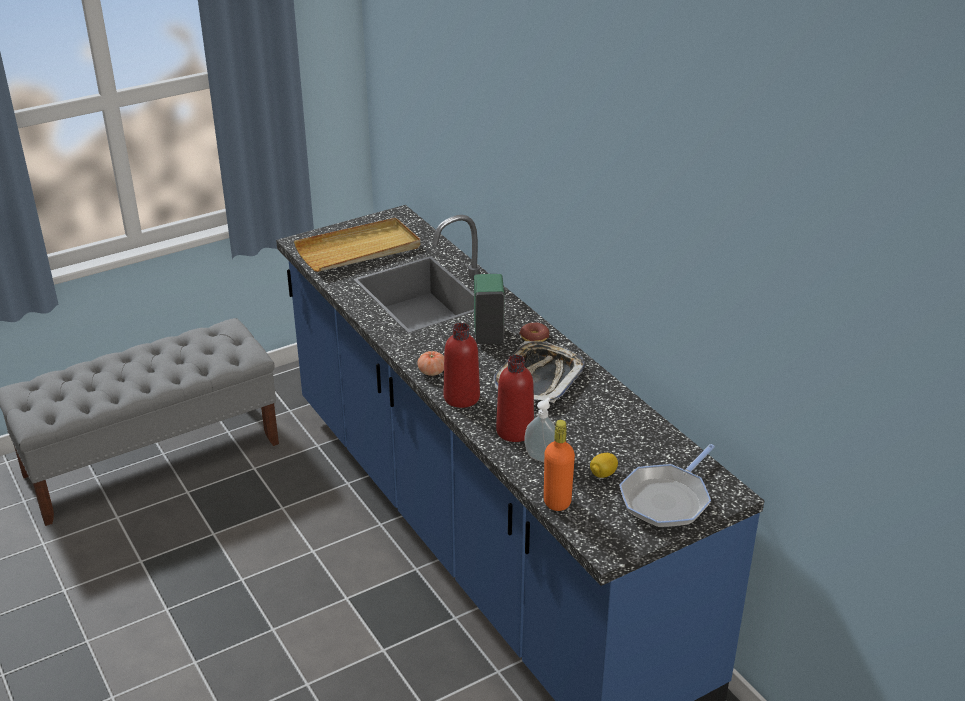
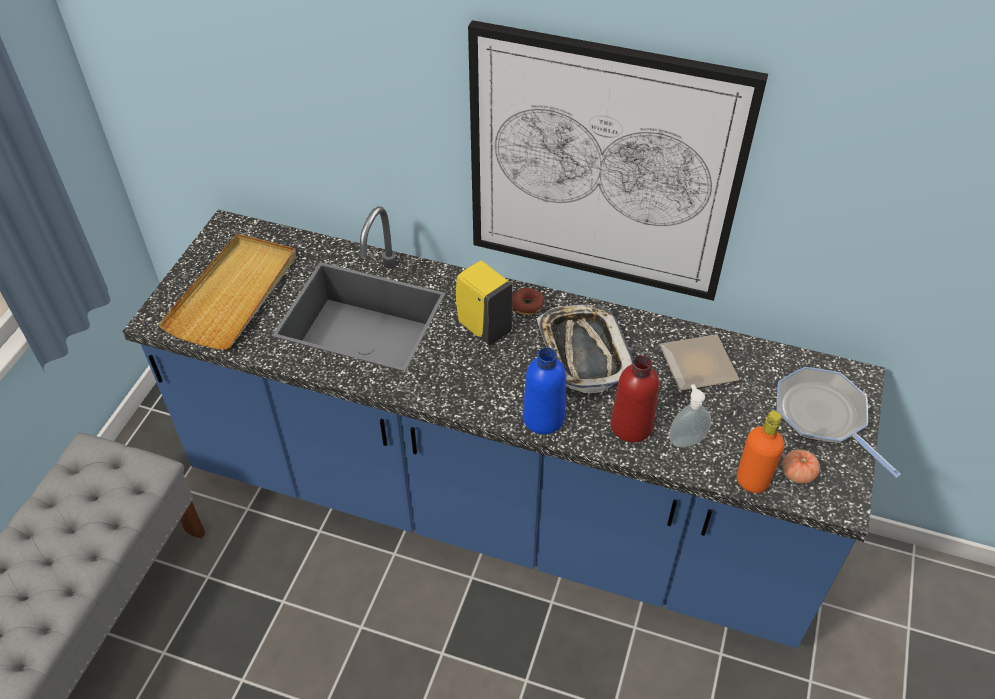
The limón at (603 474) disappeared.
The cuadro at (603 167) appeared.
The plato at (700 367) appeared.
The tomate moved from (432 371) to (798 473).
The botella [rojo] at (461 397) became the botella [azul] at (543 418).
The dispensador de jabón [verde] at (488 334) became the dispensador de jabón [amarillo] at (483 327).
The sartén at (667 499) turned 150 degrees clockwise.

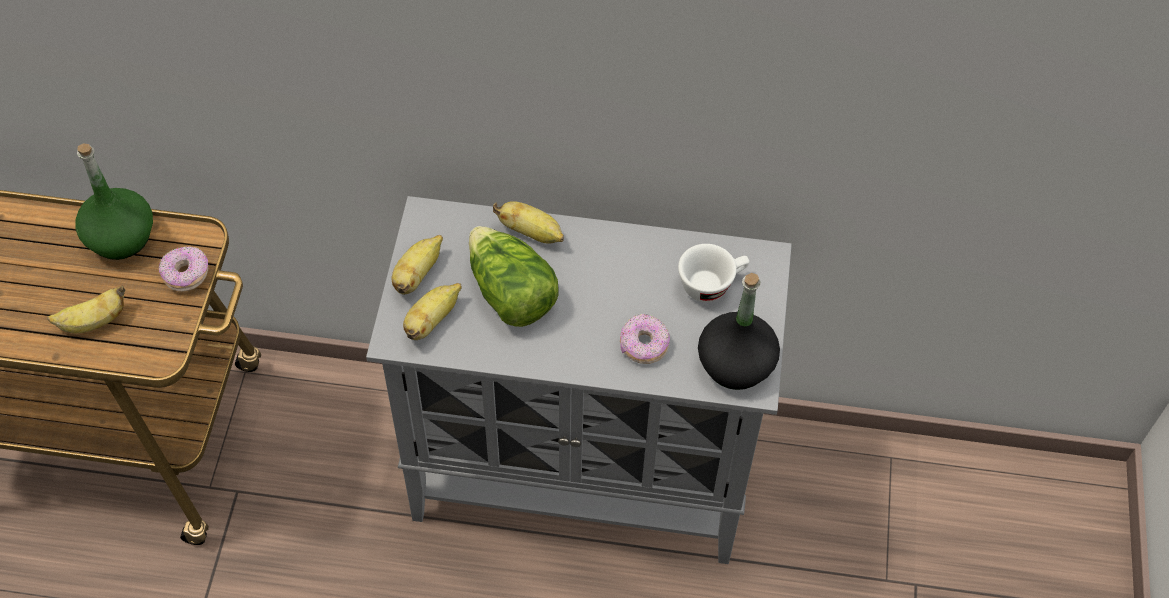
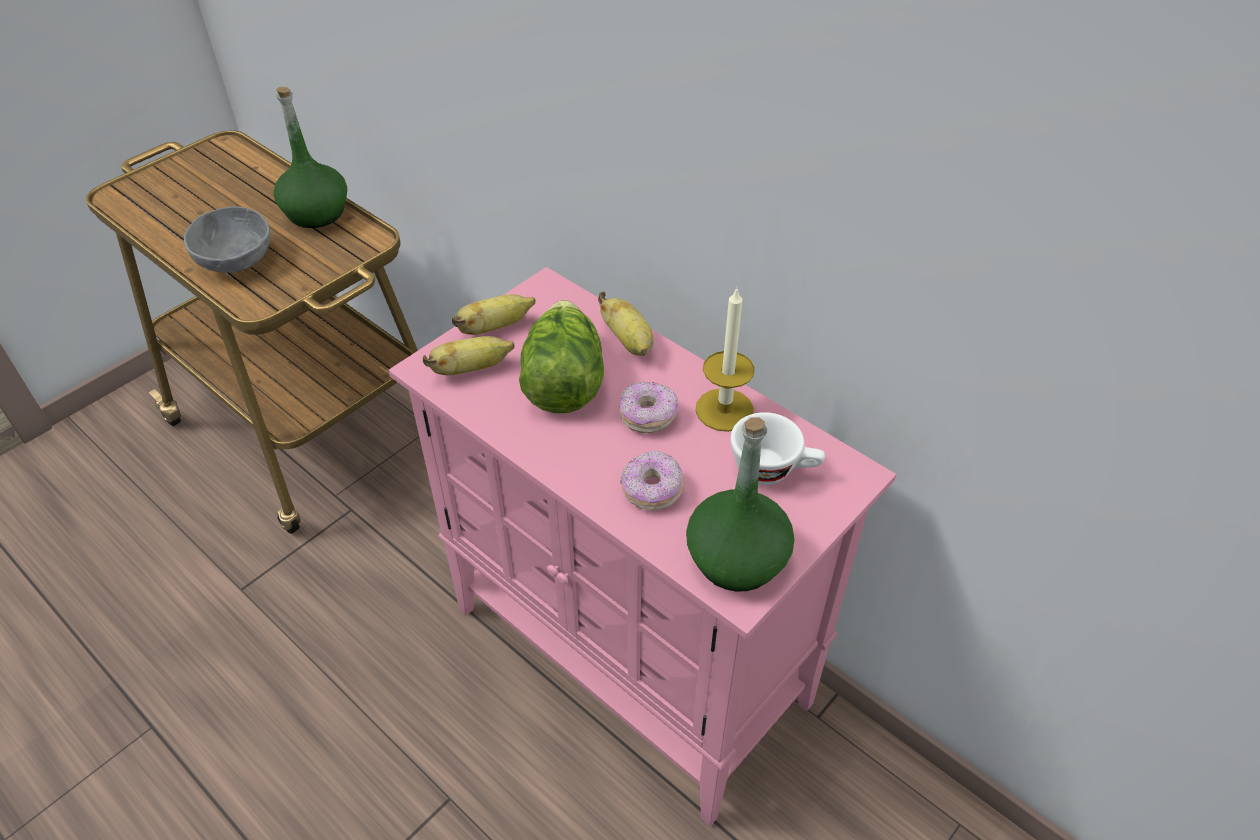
The vela at (724 410) appeared.
The rosquilla moved from (186 275) to (648 416).
The plátano at (93 322) was replaced by the cuenco [gris] at (238 260).
The armario [gris] at (583 474) became the armario [rosa] at (633 657).
The botella [negro] at (735 364) became the botella [verde] at (736 559).

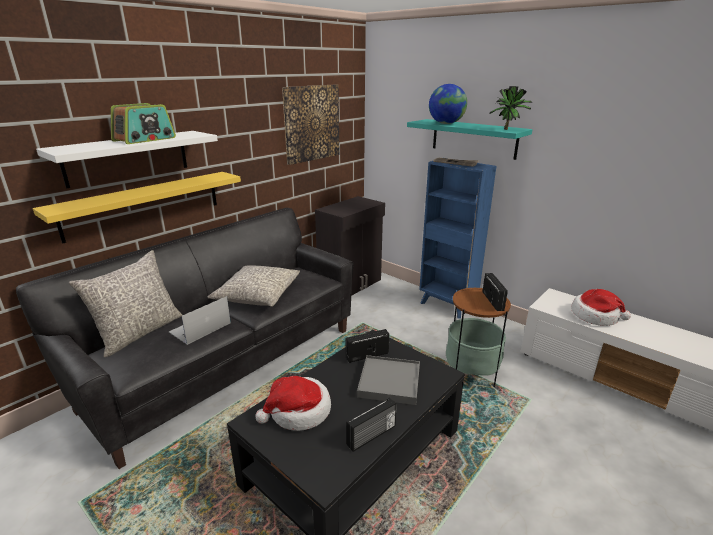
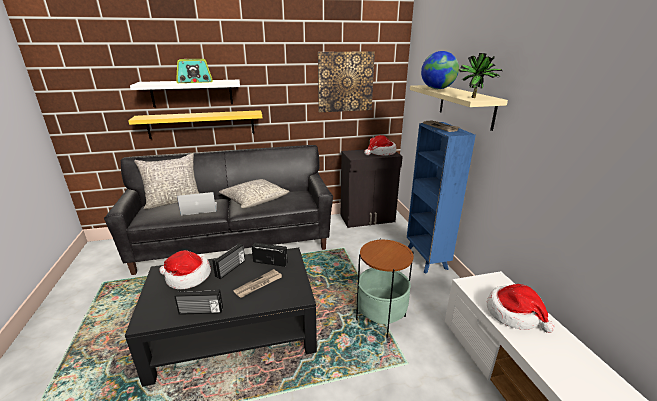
The sombrero at (381 153) appeared.
The radio moved from (493 301) to (231 269).
The bandeja [gris] at (389 382) was replaced by the periódico at (258 285).
The estante [turquesa] at (473 138) became the estante [beis] at (466 106).

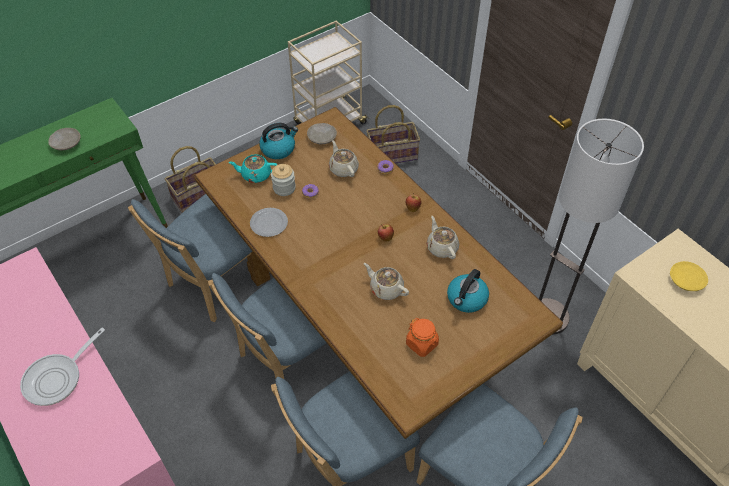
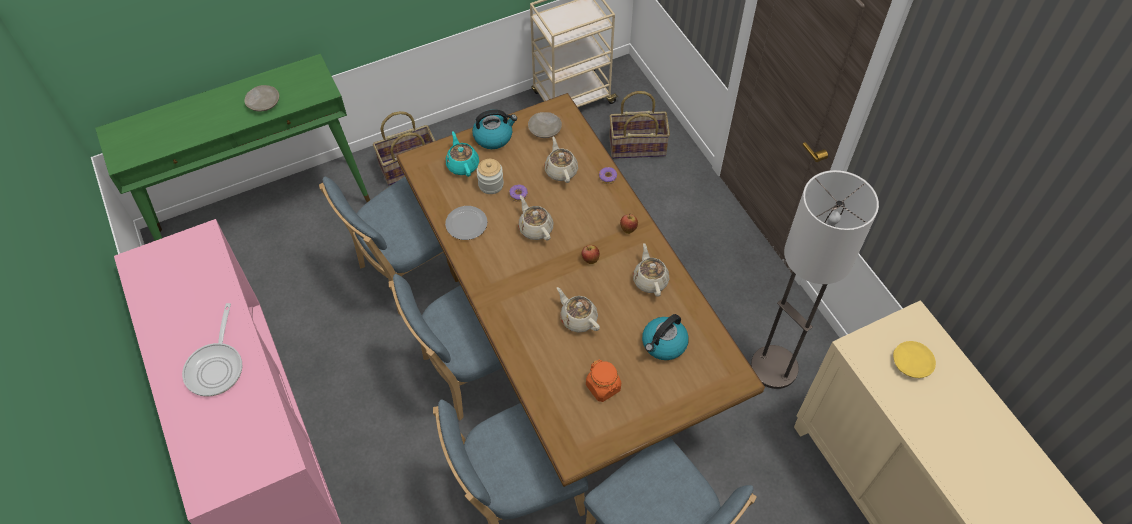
The tetera [beis] at (535 228) appeared.
The sartén at (57 378) turned 45 degrees counterclockwise.
The tetera [turquesa] at (255 175) turned 60 degrees clockwise.

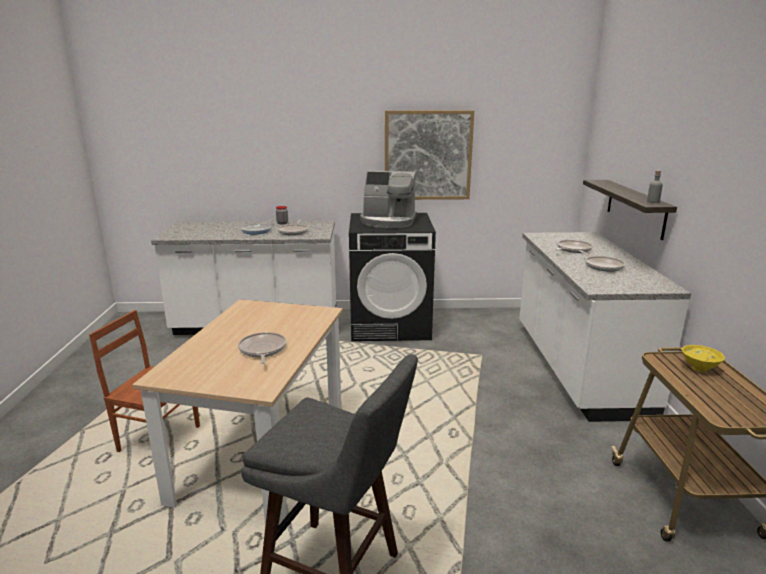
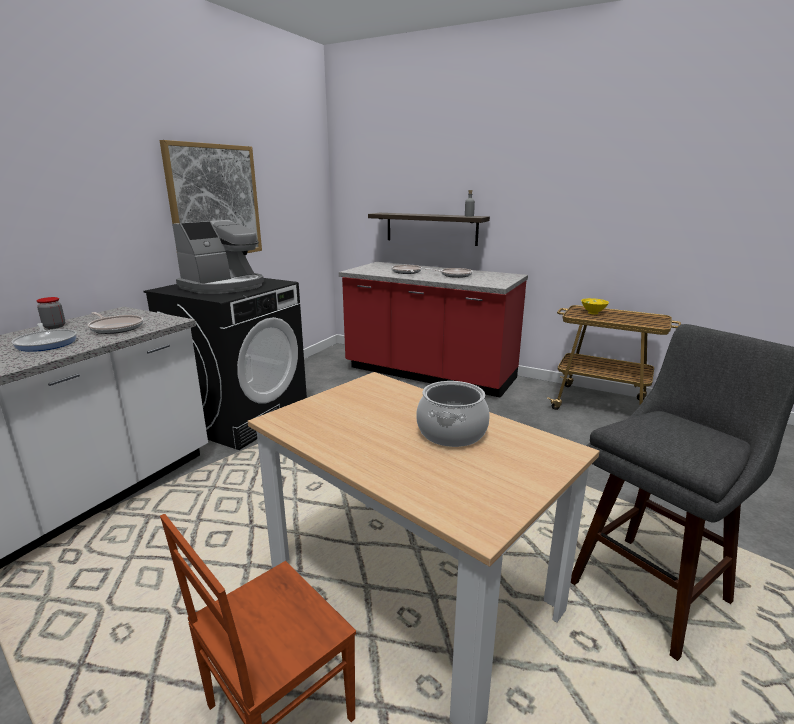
The sartén at (262 350) was replaced by the olla at (452 433).
The mueble bajo de cocina [blanco] at (577 368) became the mueble bajo de cocina [rojo] at (429 374).

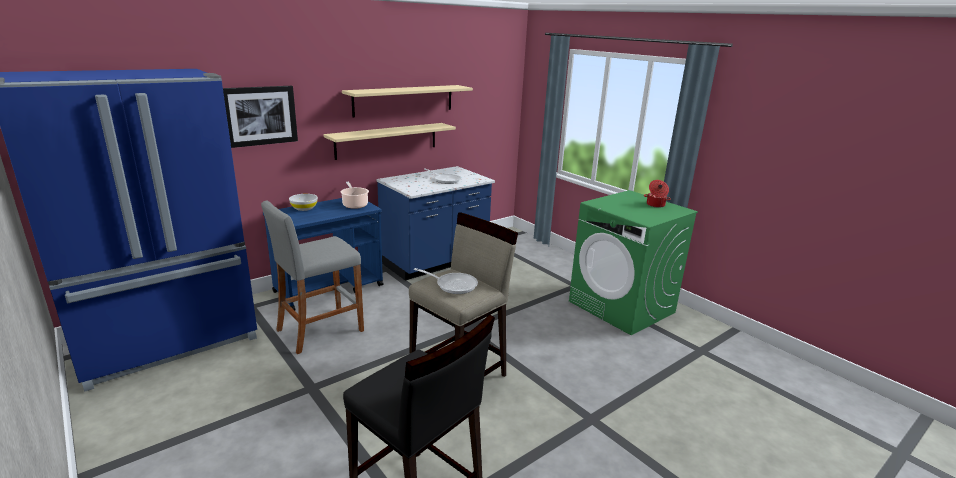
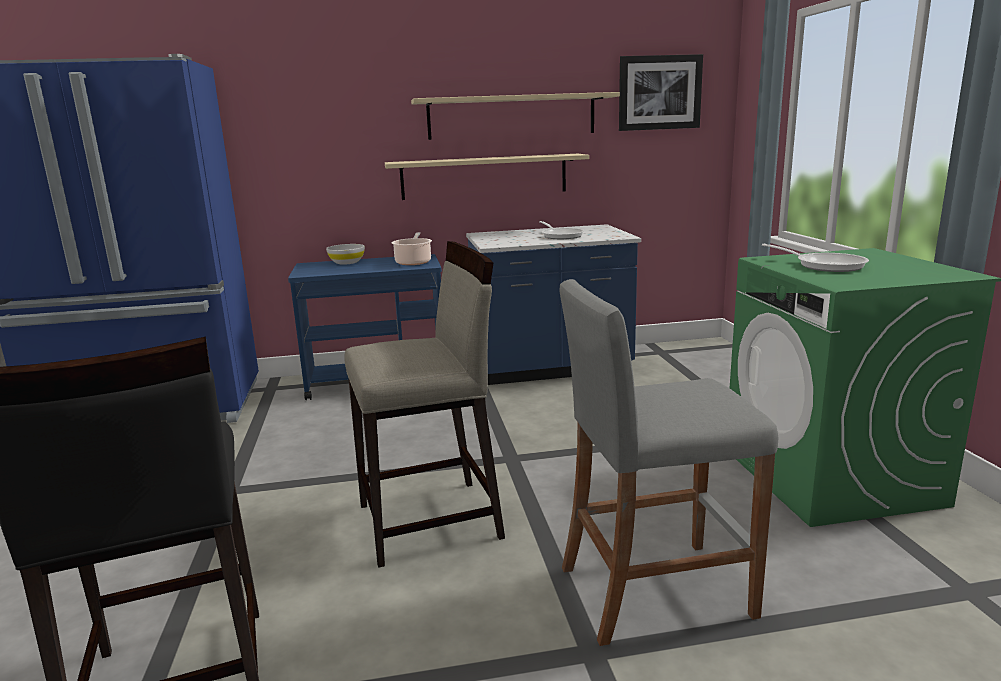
The olla at (655 205) disappeared.
The cuadro moved from (260 116) to (659 93).
The taburete [gris] moved from (319 330) to (653 591).
The sartén moved from (453 285) to (825 265).

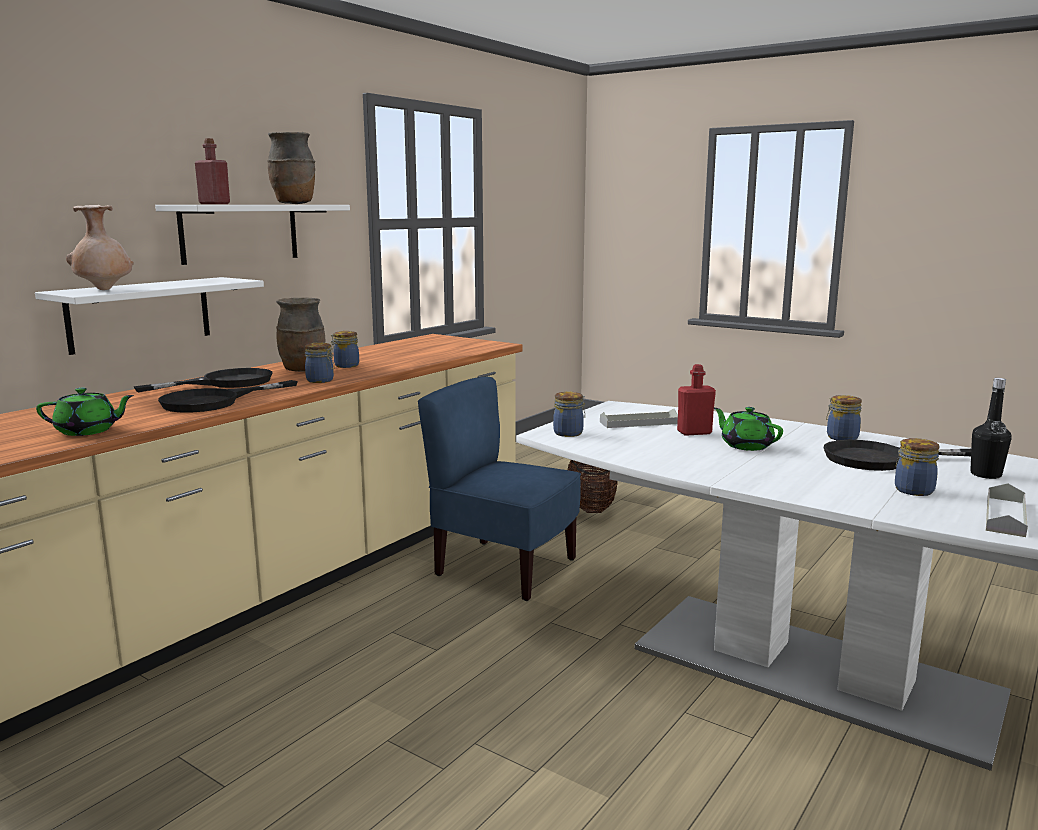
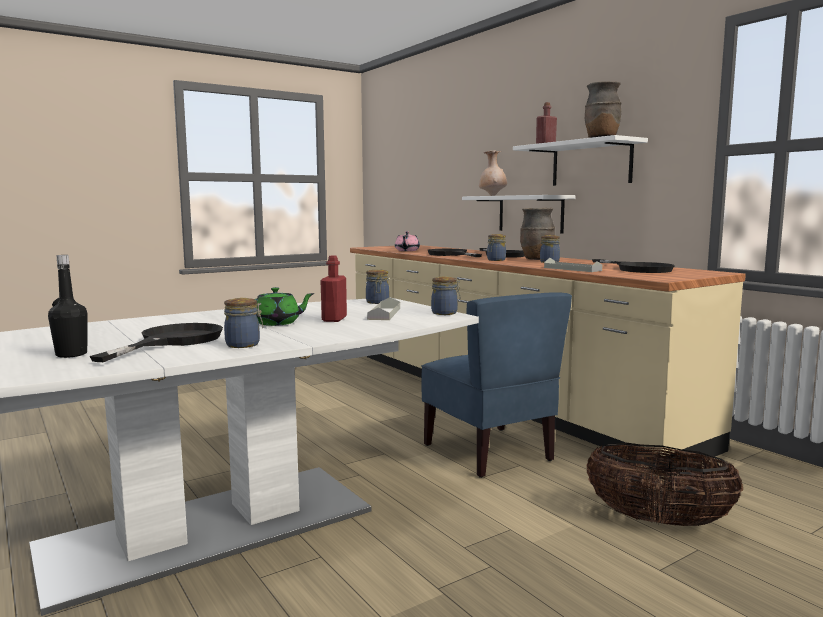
The sartén [negro] at (638 269) appeared.
The tarro moved from (912 490) to (445 313).
The bandeja [gris] moved from (1005 516) to (572 269).
The tetera [verde] at (88 431) became the tetera [rosa] at (406 251).
The silla [azul] at (504 568) turned 105 degrees clockwise.

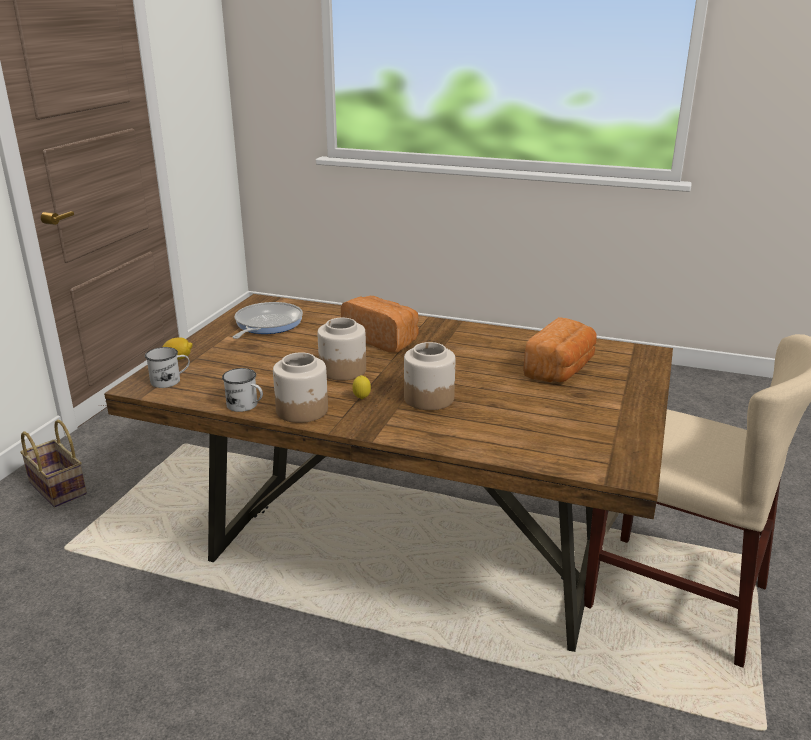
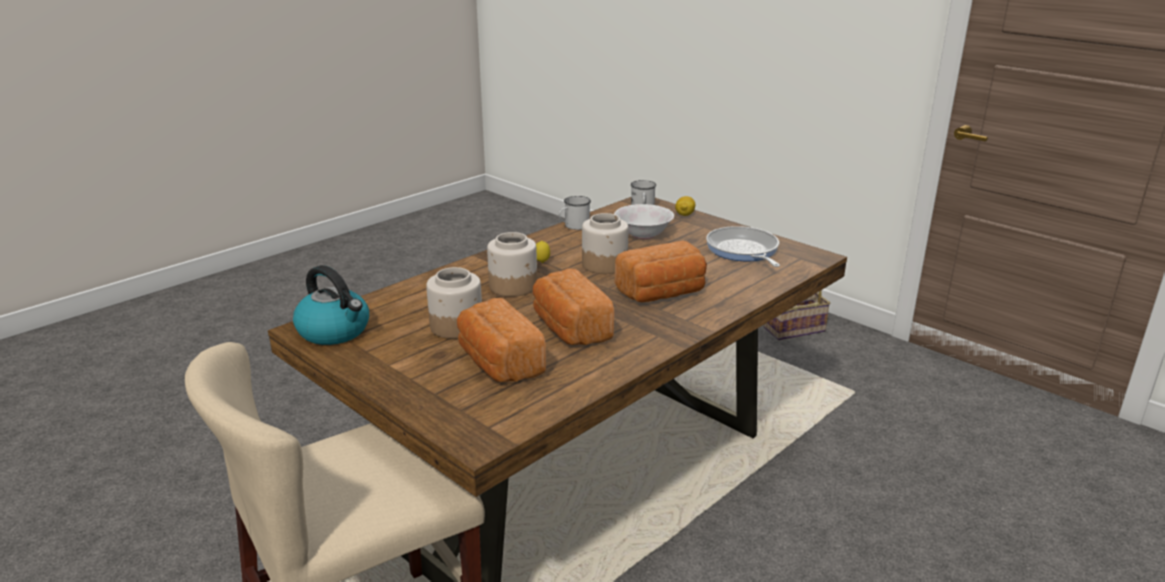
The hervidor at (335 331) appeared.
The pan at (569 329) appeared.
The cuenco [blanco] at (643 235) appeared.
The tarro moved from (303 410) to (456 326).
The sartén at (266 324) turned 150 degrees counterclockwise.

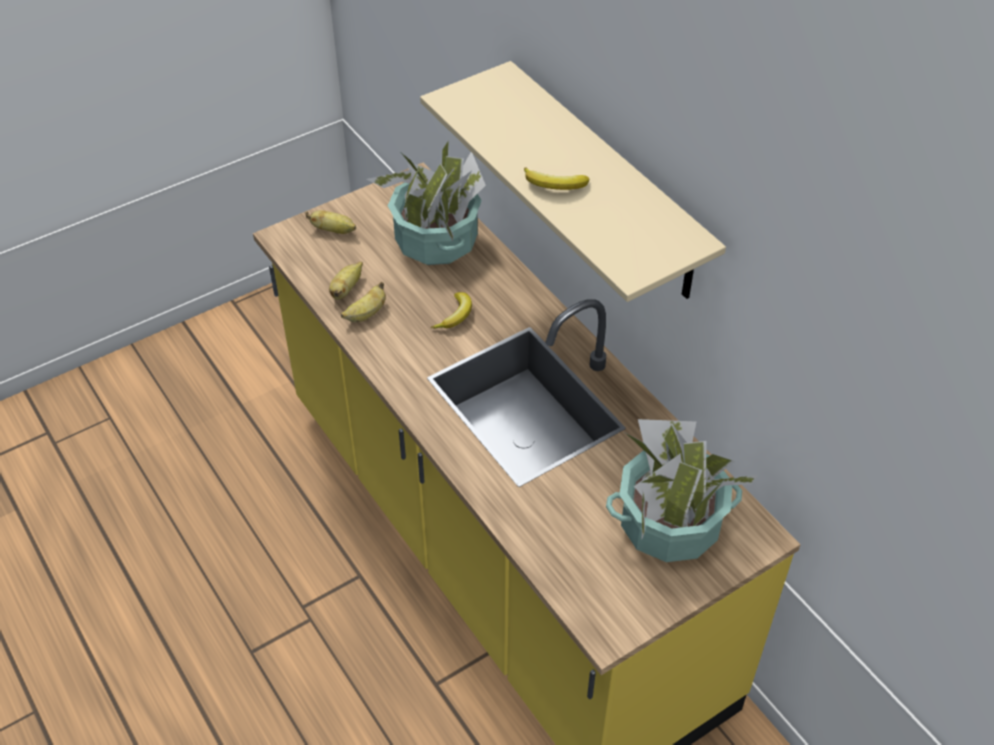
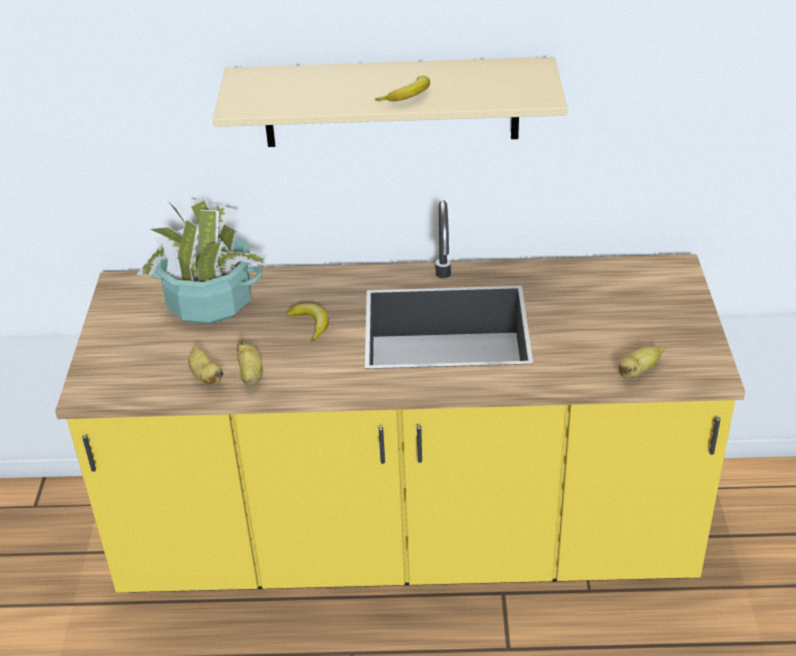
The planta en maceta at (669 524) disappeared.
The plátano moved from (334 230) to (638 371).

